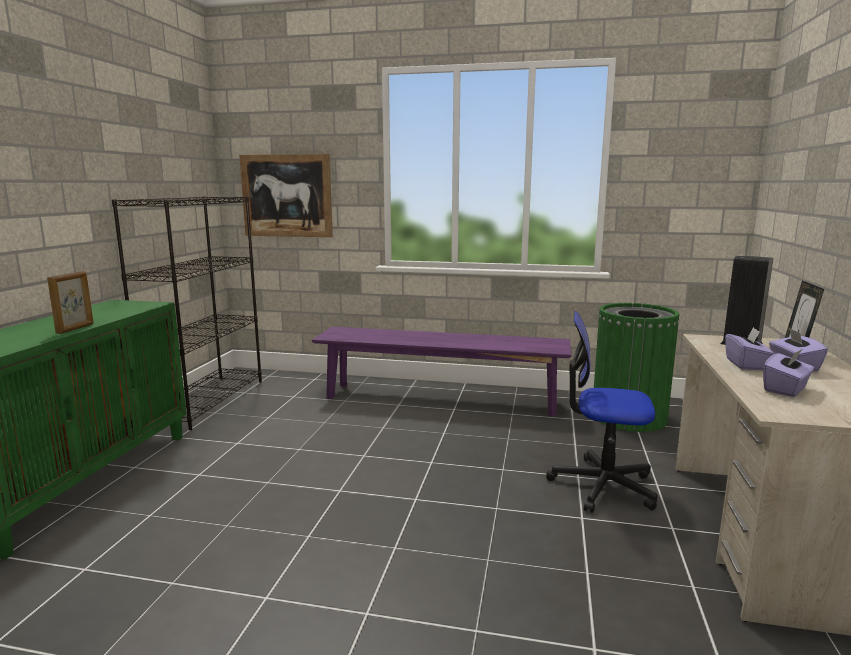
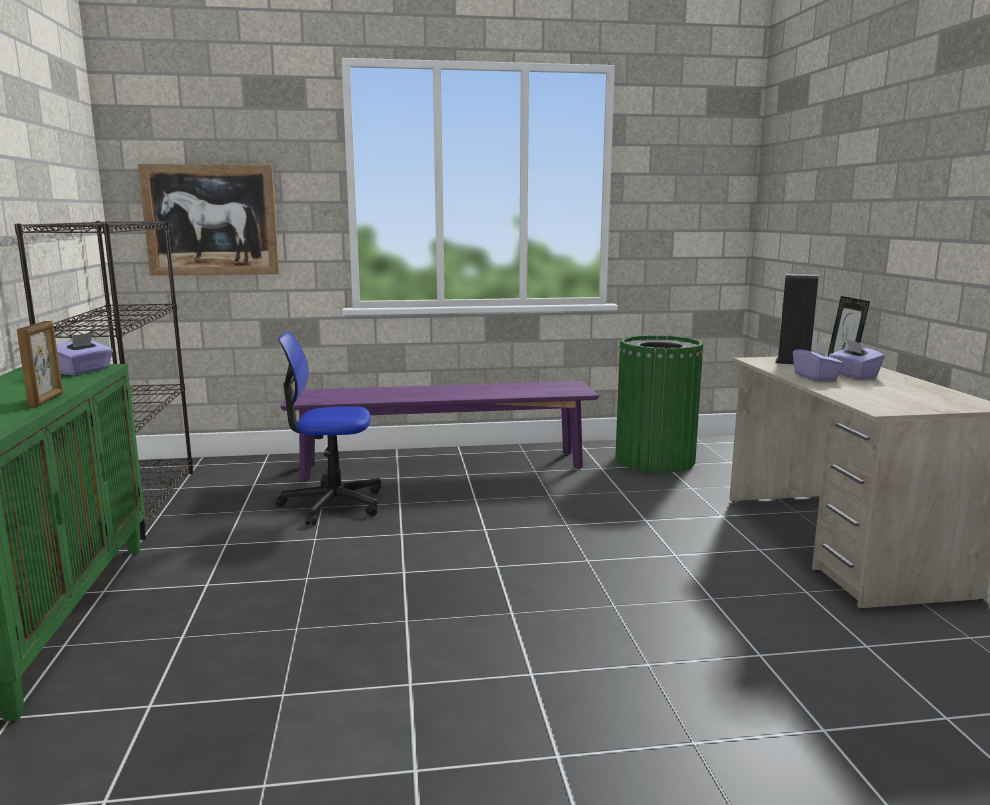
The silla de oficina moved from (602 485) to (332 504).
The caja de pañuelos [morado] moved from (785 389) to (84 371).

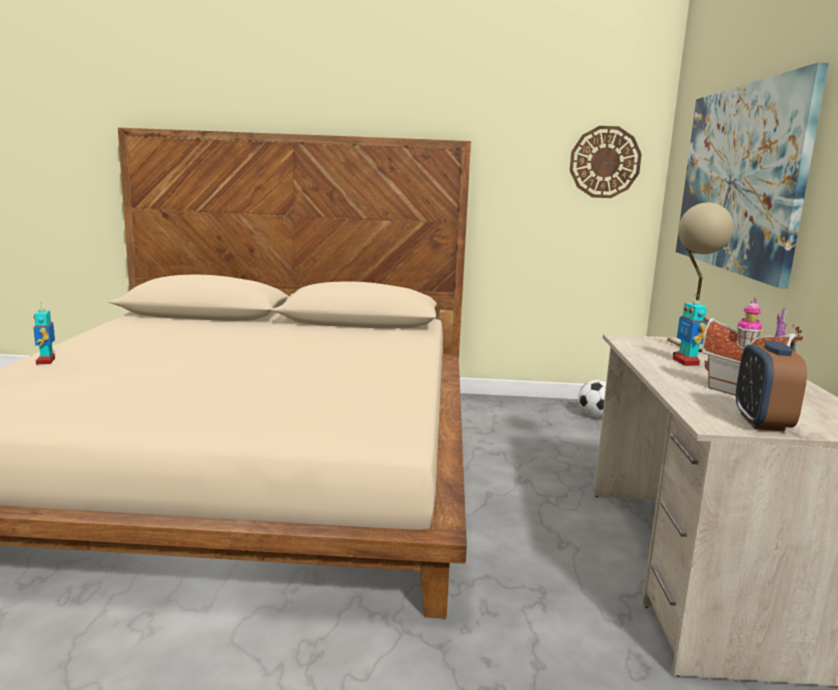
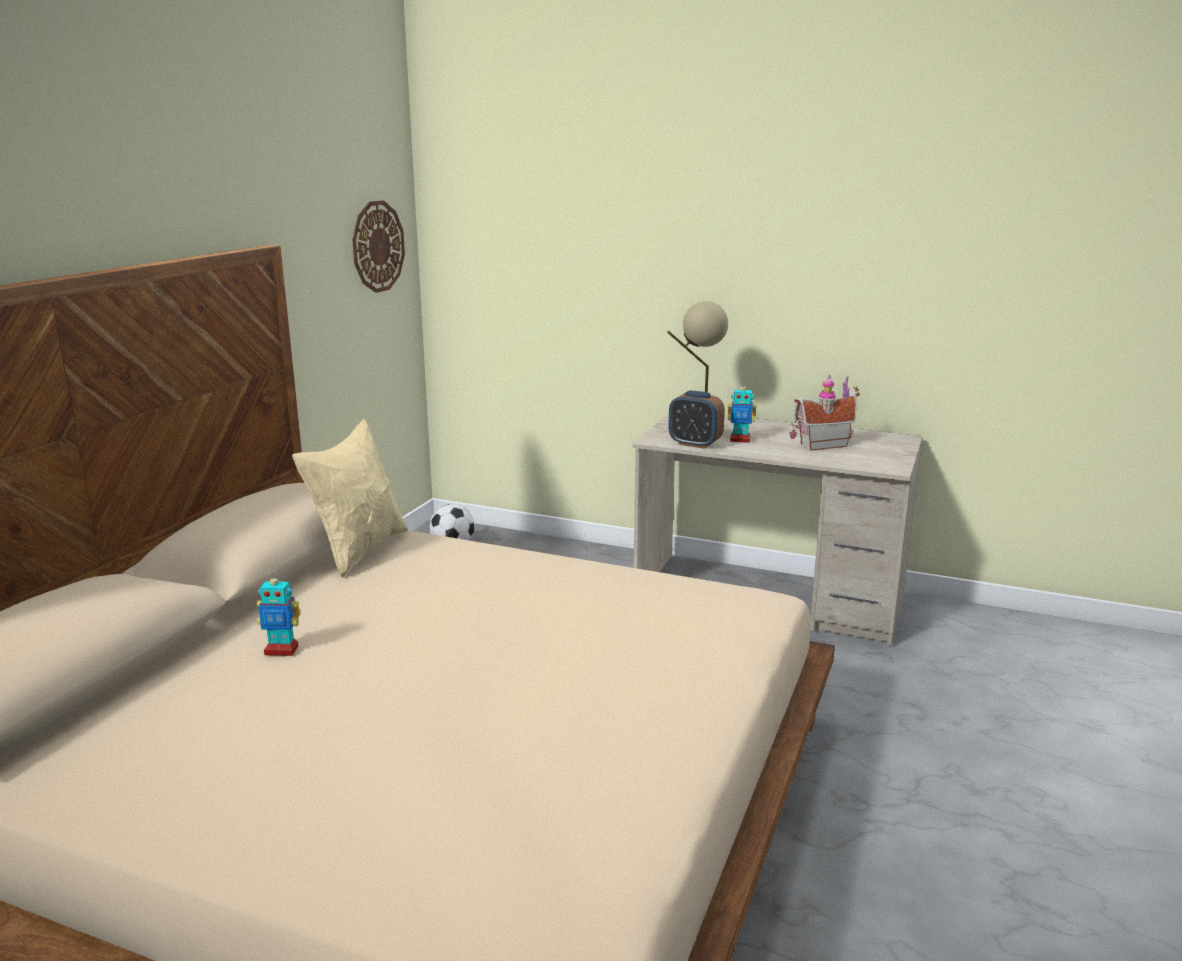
The cuadro at (738 178) disappeared.
The cojín [beis] at (358 550) appeared.
The robot de juguete moved from (46 361) to (281 650).
The despertador moved from (761 422) to (695 444).

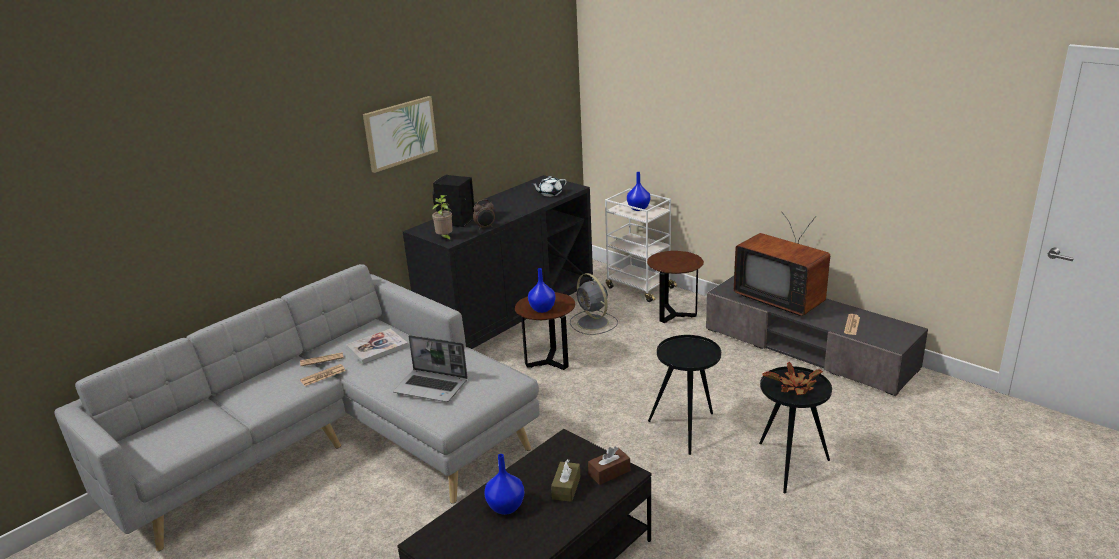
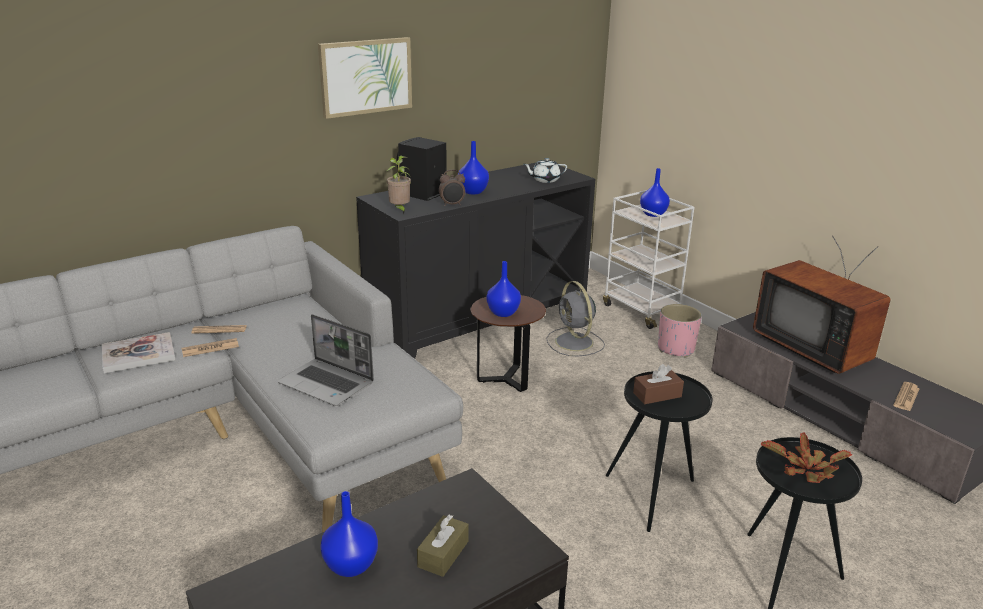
The florero [azul] at (473 192) appeared.
The libro moved from (377 348) to (138 354).
The caja de pañuelos [marrón] moved from (609 472) to (657 395).
The mesa auxiliar [marrón] at (674 315) was replaced by the maceta [rosa] at (676 349).

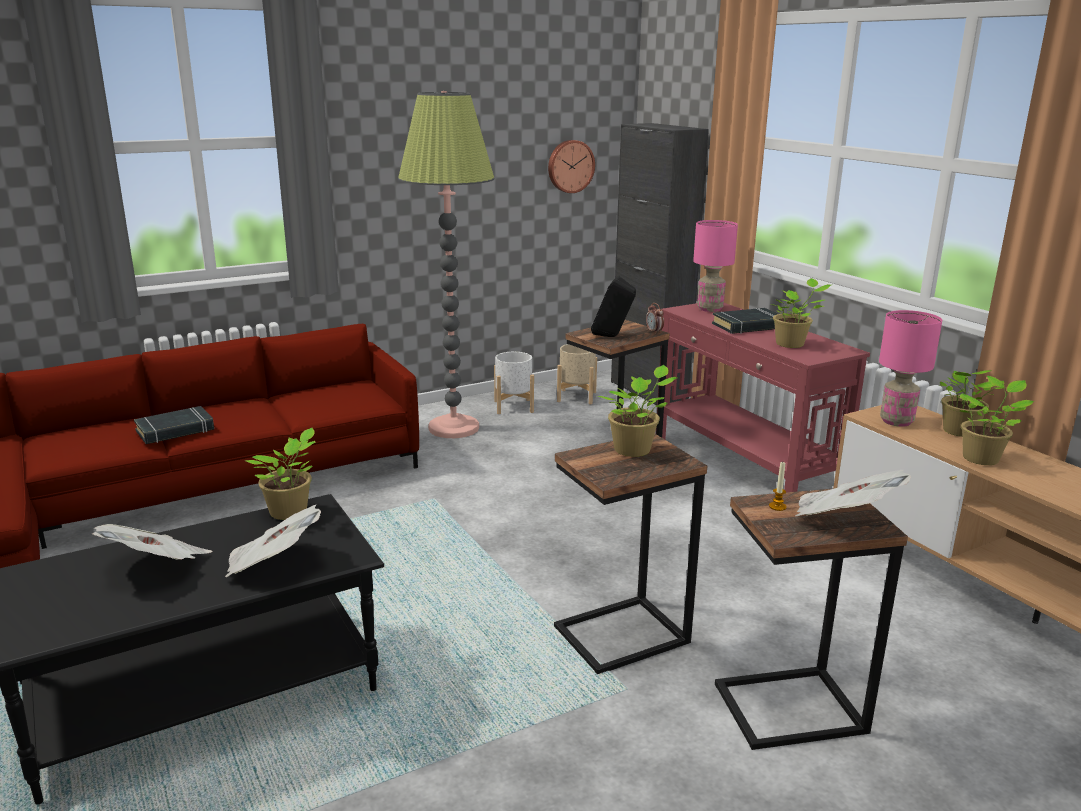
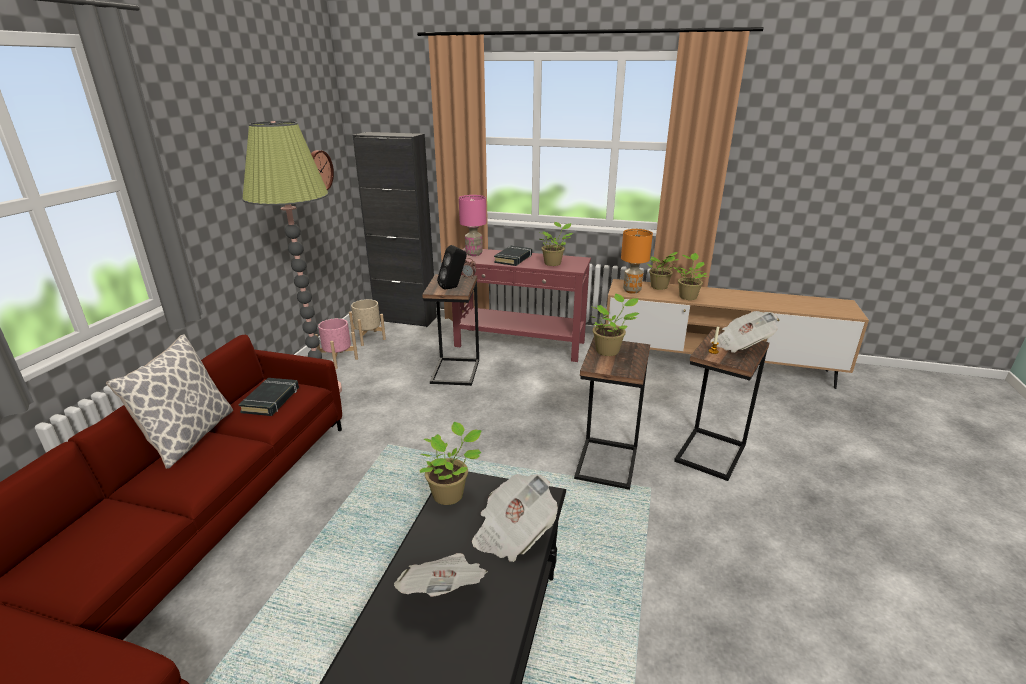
The cojín at (189 437) appeared.
The libro [negro] moved from (175 430) to (271 400).
The maceta [blanco] at (513 406) became the maceta [rosa] at (338 360).
The lámpara de mesa [rosa] at (897 421) became the lámpara de mesa [naranja] at (632 290).

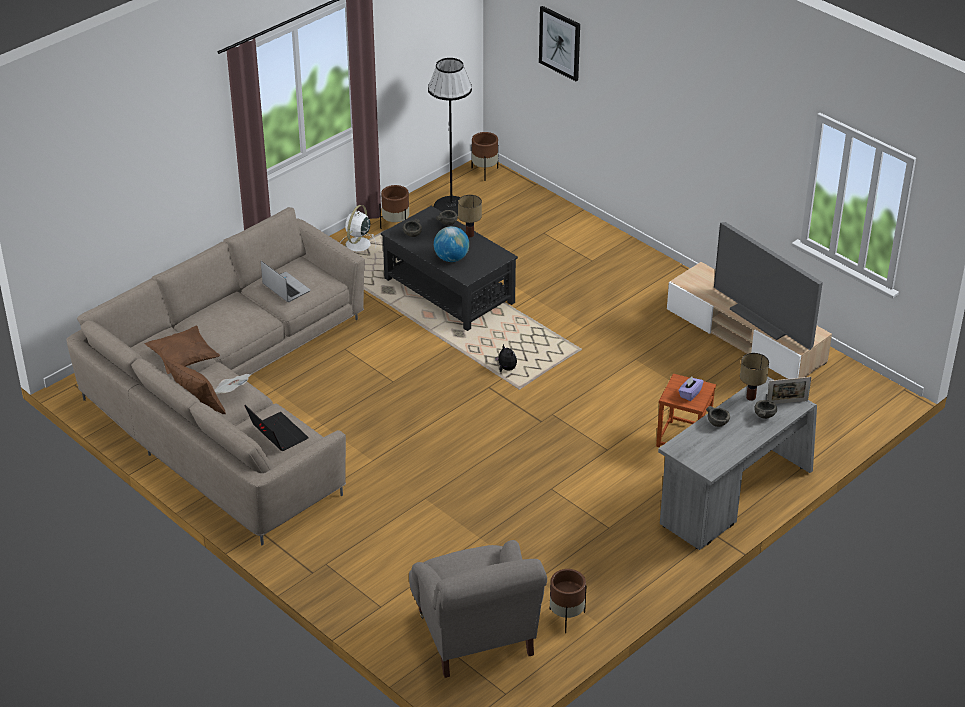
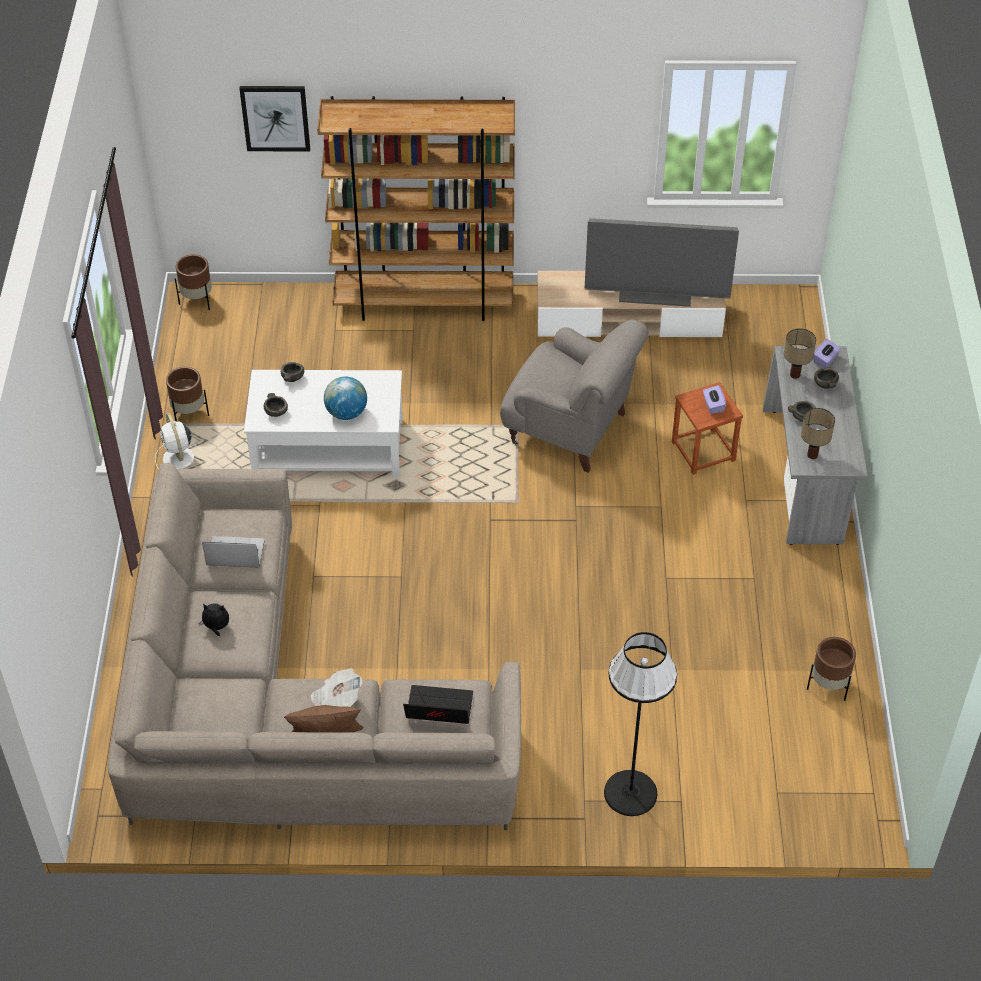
The cojín [marrón] at (183 360) disappeared.
The estantería [marrón] at (424 303) appeared.
The sillón [gris] moved from (476 637) to (570 429).
The lámpara de pie [negro] moved from (451 206) to (631 793).
The lámpara de mesa moved from (470 235) to (813 455).
The peluche moved from (506 369) to (216 627).
The portarretratos at (787 402) was replaced by the caja de pañuelos [morado] at (825 360).
The mesa de centro [negro] at (449 290) became the mesa de centro [blanco] at (327 447).

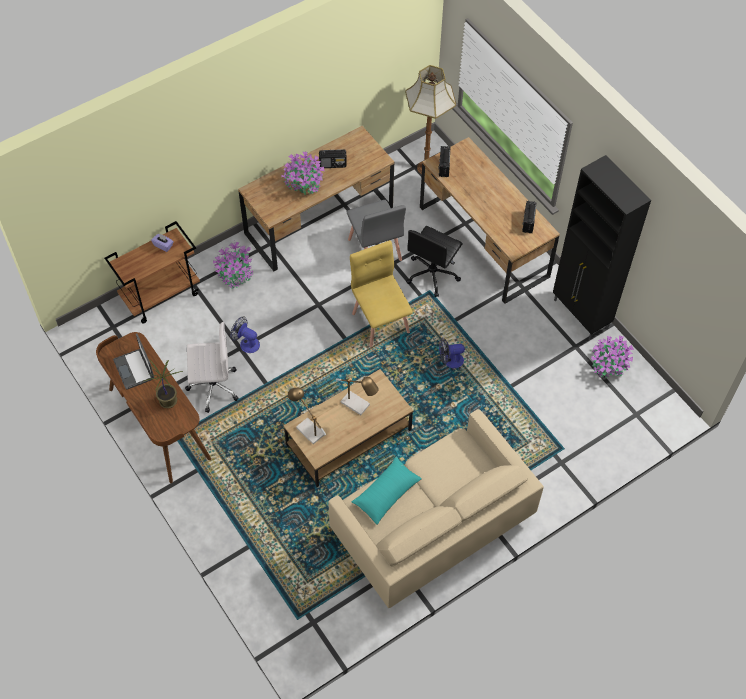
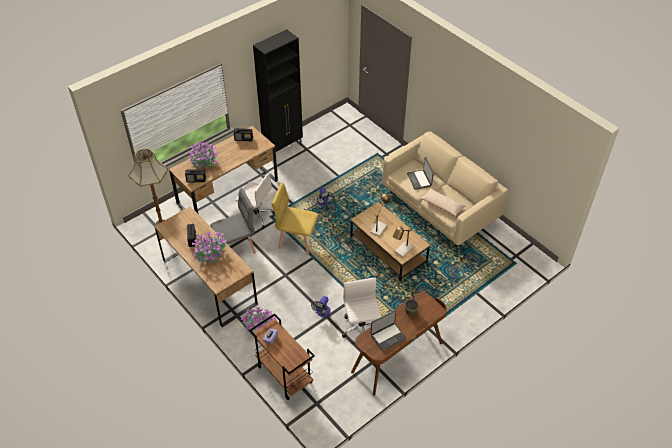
The portátil at (419 180) appeared.
The planta en maceta moved from (608 364) to (204 162).
The cojín [turquesa] at (386 493) became the cojín [beis] at (442 205).
The silla de oficina [negro] at (432 274) became the silla de oficina [blanco] at (256 216).
The silla [amarillo] at (381 322) turned 45 degrees clockwise.

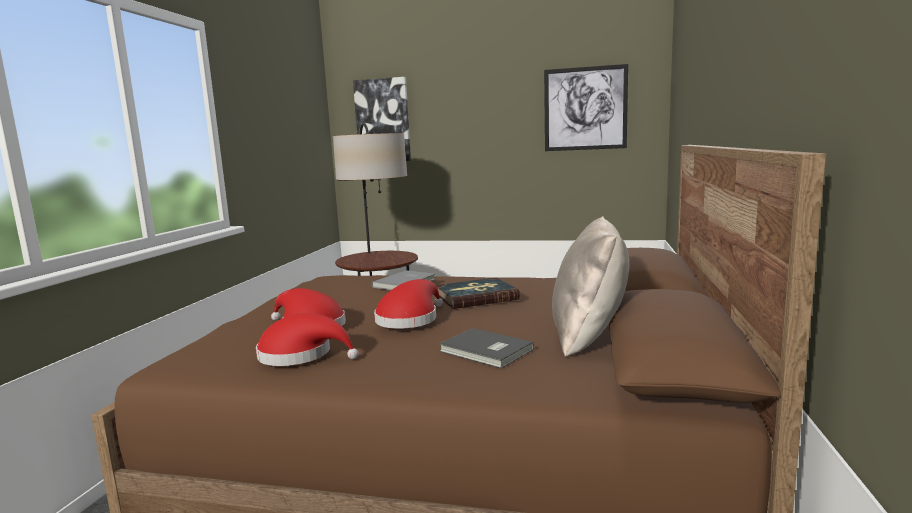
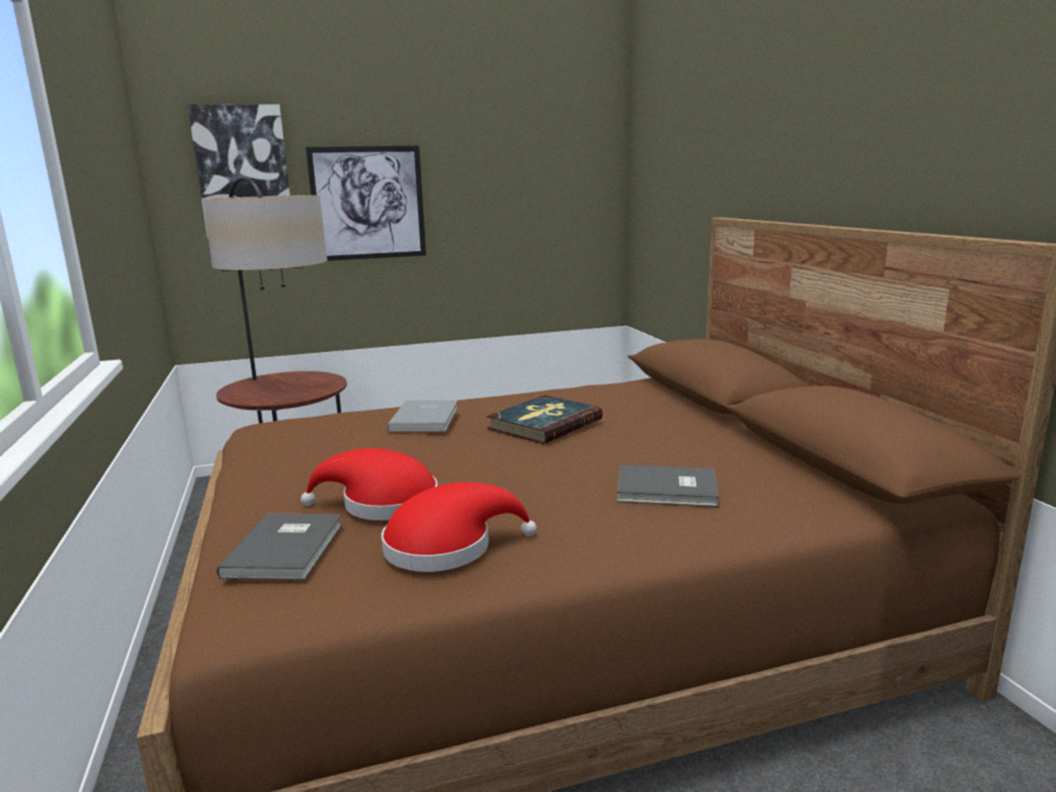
The sombrero [rojo] at (409 319) disappeared.
The cojín [beis] at (588 336) disappeared.
The libro [gris] at (288 548) appeared.
The cuadro moved from (585 109) to (368 203).

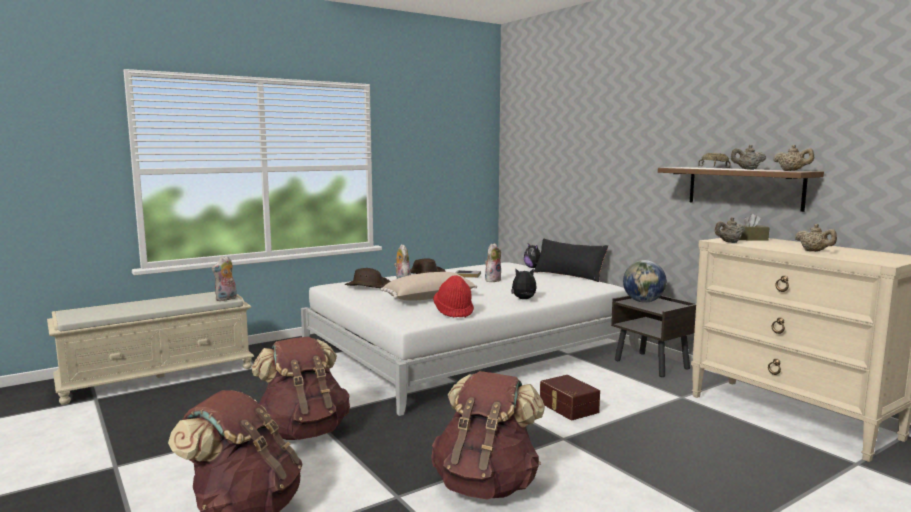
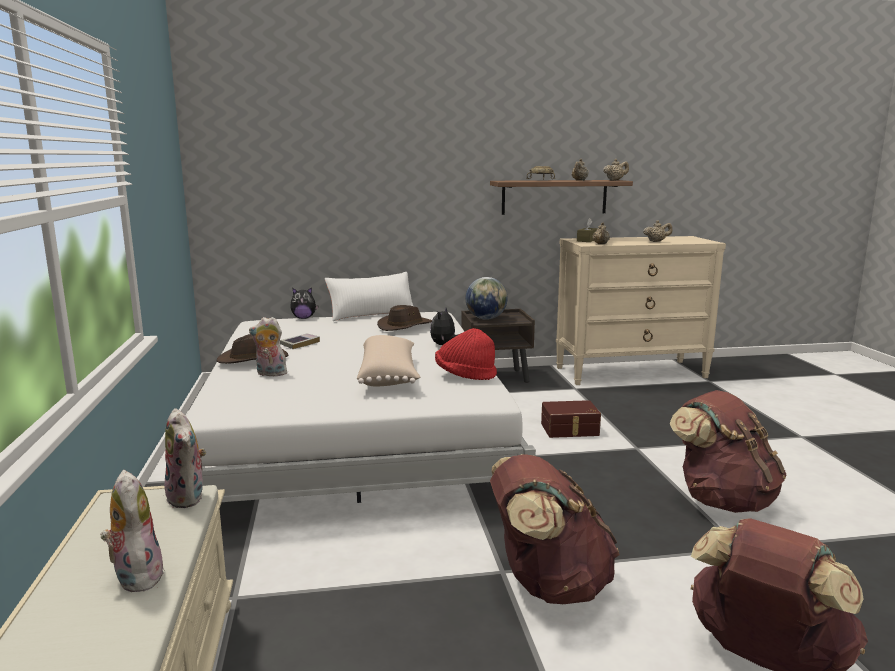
The sombrero [marrón] moved from (368 286) to (405 326).
The peluche moved from (492 280) to (136 576).
The cojín [negro] at (569 275) became the cojín [blanco] at (371 314).

